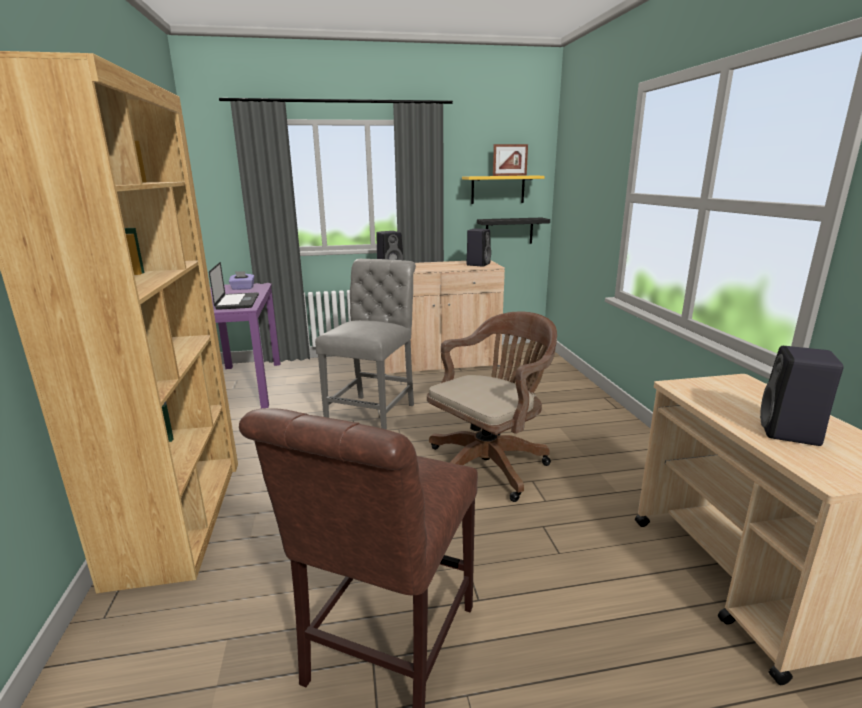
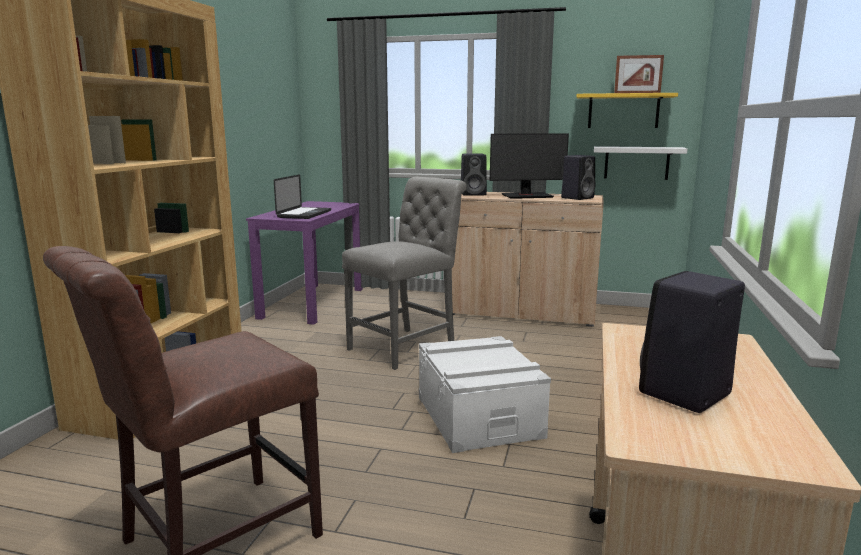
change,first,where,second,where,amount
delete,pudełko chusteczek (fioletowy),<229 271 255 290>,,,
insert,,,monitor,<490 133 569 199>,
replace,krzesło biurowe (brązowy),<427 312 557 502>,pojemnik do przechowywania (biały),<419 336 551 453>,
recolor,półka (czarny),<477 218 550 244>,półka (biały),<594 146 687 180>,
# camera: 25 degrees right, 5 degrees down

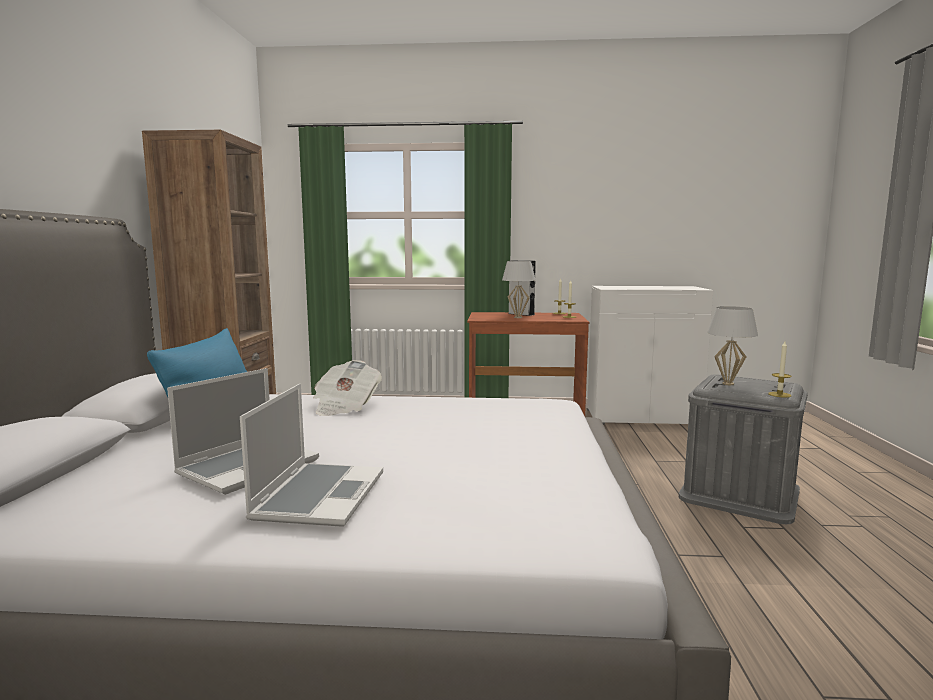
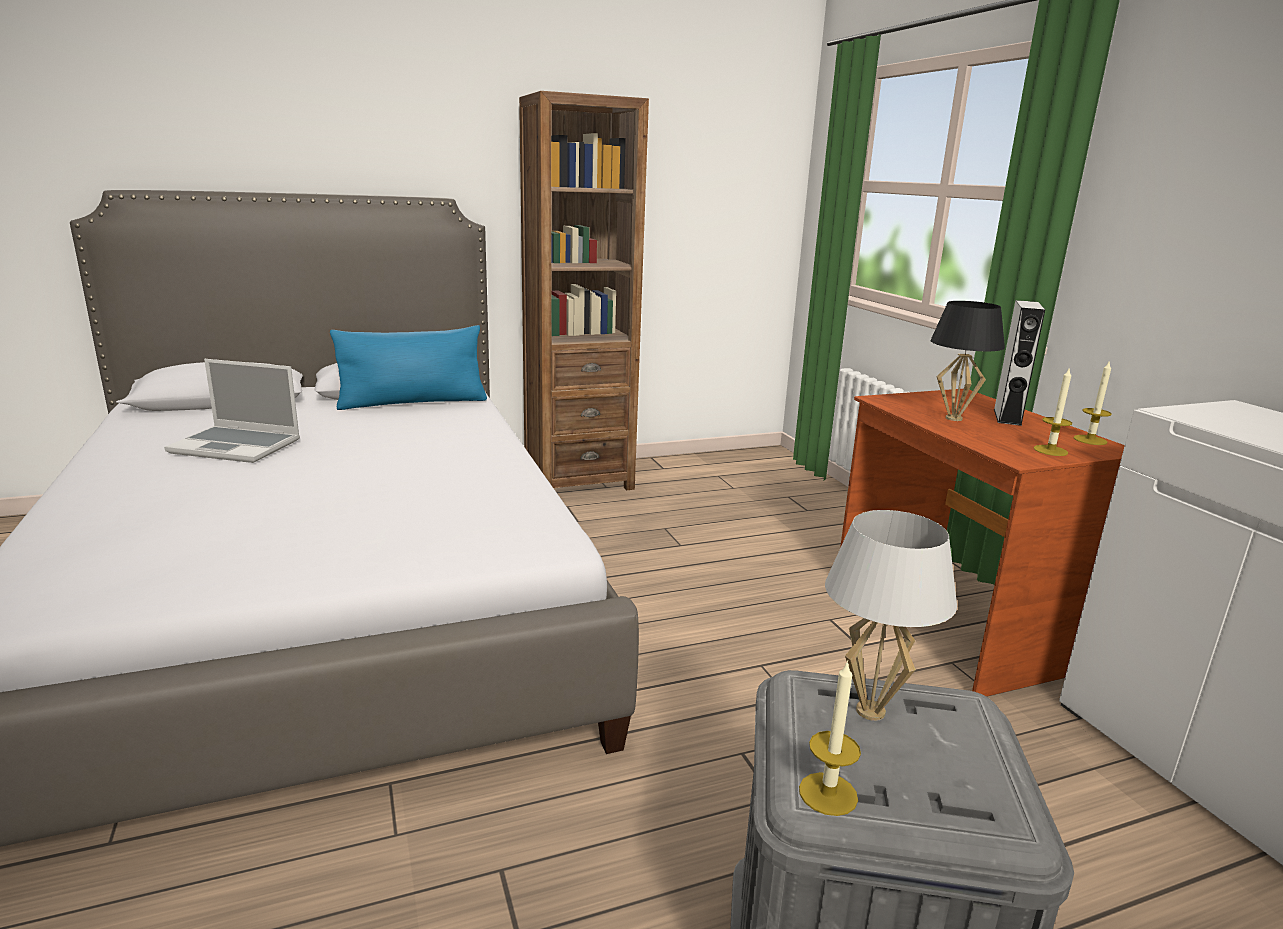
change,first,where,second,where,amount
delete,laptop,<240 384 383 527>,,,
delete,gazeta,<313 360 382 416>,,,
recolor,lampa stołowa (biały),<502 261 536 318>,lampa stołowa (czarny),<931 301 1005 421>,
# camera: 65 degrees right, 10 degrees up

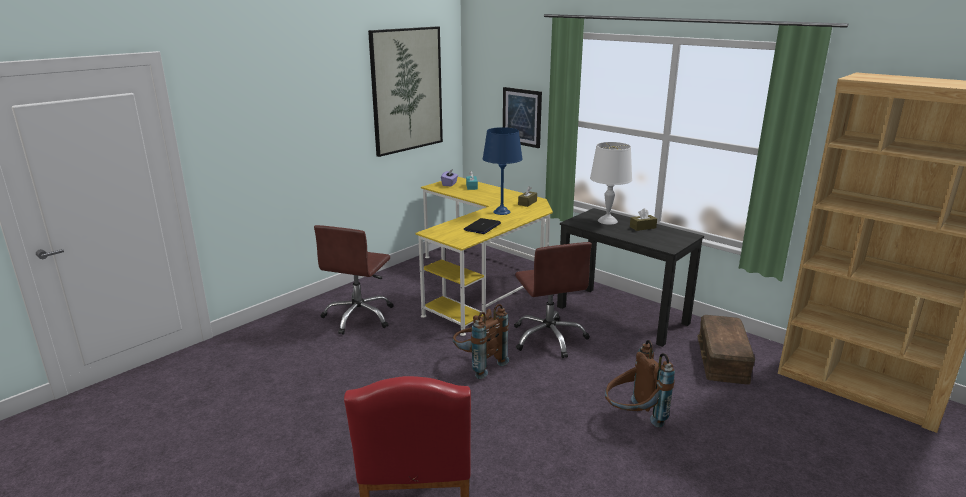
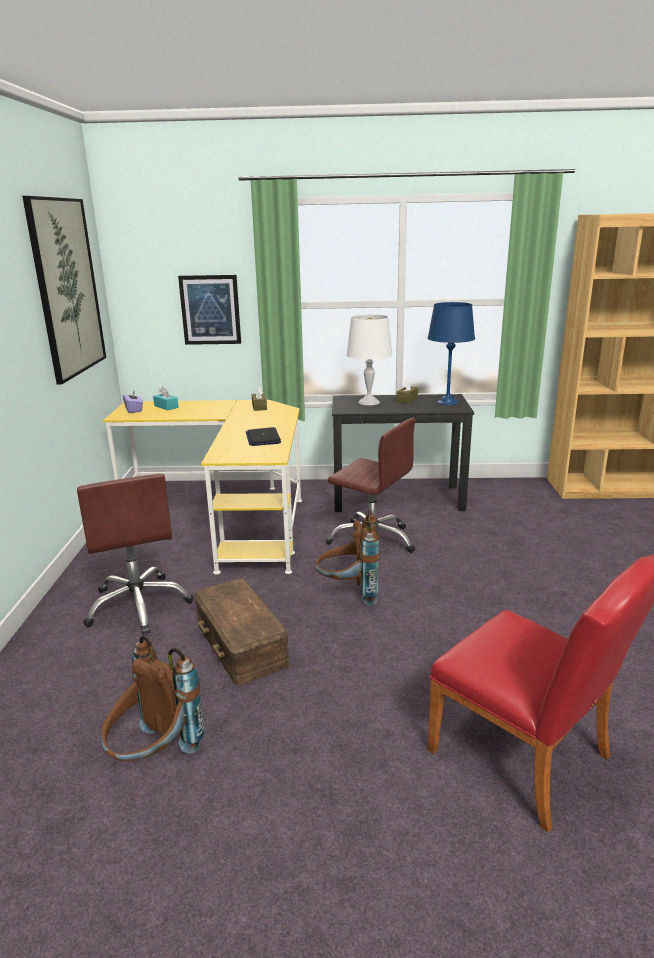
change,first,where,second,where,amount
move,lampa stołowa (niebieski),<483 127 523 215>,,<428 302 475 405>,
move,plecak (brązowy),<605 340 675 428>,,<101 636 205 761>,
move,pojemnik do przechowywania (brązowy),<697 315 755 385>,,<194 579 290 685>,
# camera: 40 degrees left, 0 degrees up

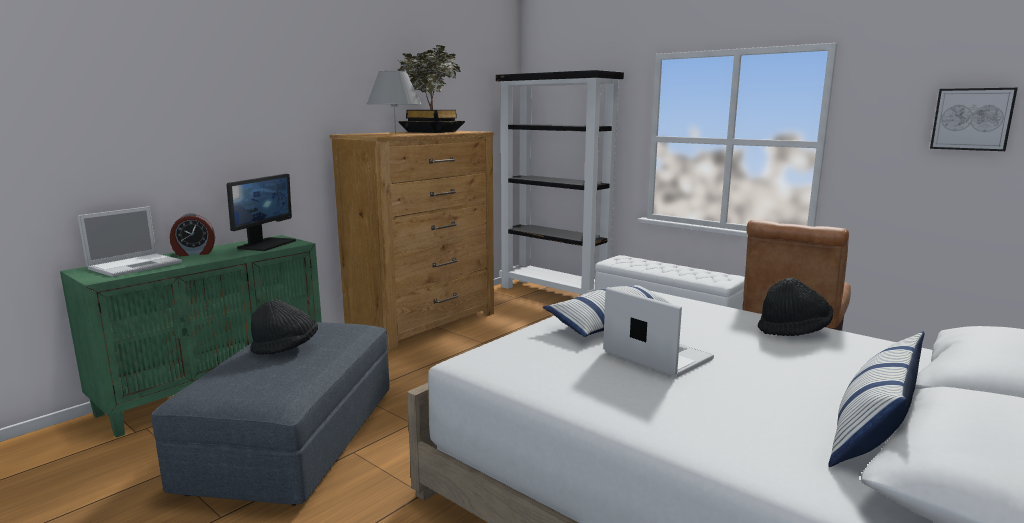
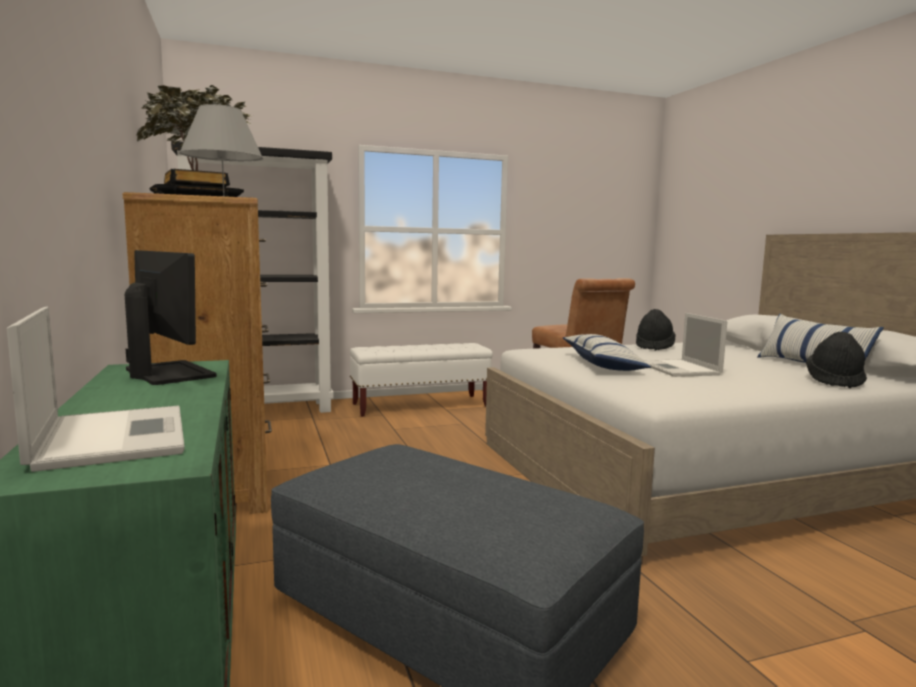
change,first,where,second,where,amount
delete,budzik,<170 213 215 256>,,,
delete,obraz,<930 88 1018 151>,,,
move,kapelusz (czarny),<250 300 318 355>,,<806 332 867 388>,
rotate,laptop,<603 287 714 378>,,<643 313 727 377>,90 degrees counterclockwise
# camera: 60 degrees left, 5 degrees down

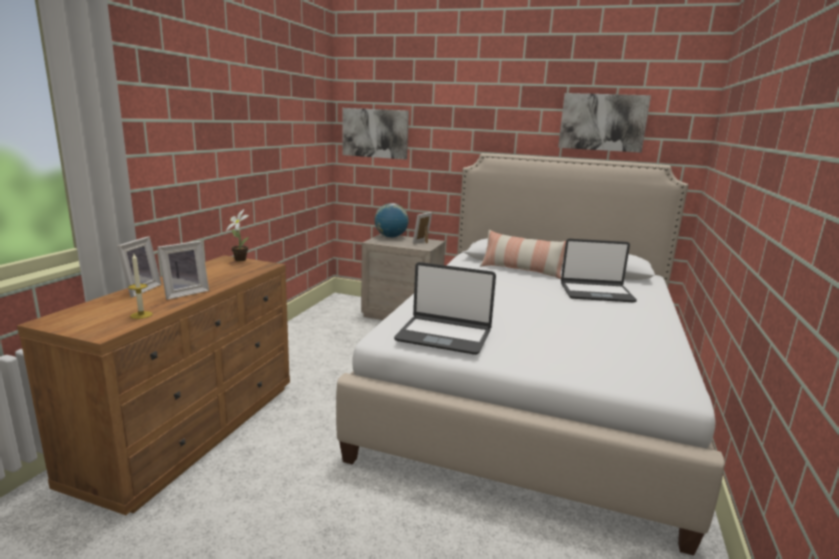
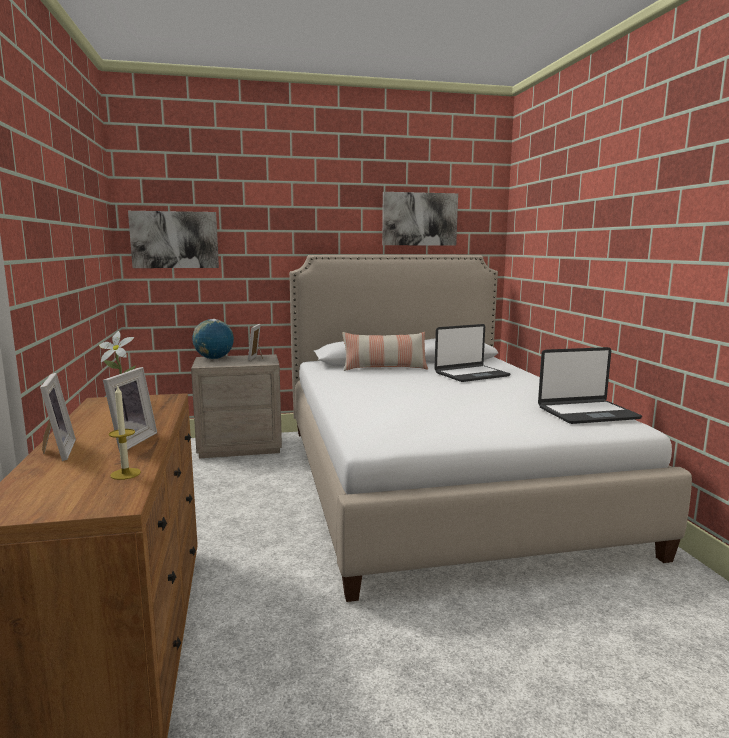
change,first,where,second,where,amount
move,laptop,<394 262 496 355>,,<538 347 642 424>,
# camera: 30 degrees left, 5 degrees down

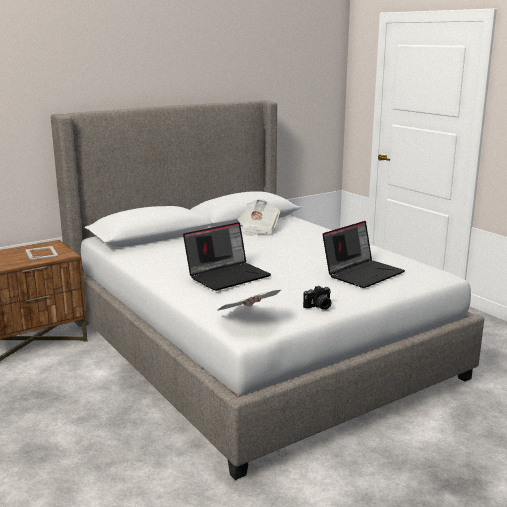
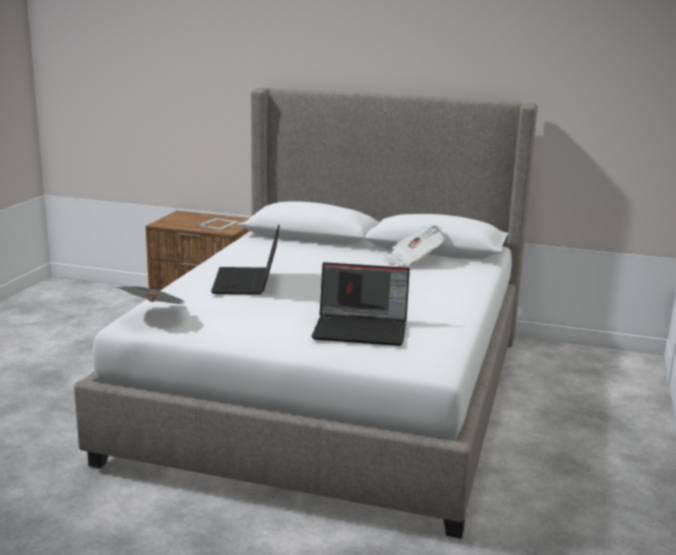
change,first,where,second,where,amount
delete,aparat fotograficzny,<303 285 331 310>,,,
rotate,laptop,<183 222 271 291>,,<211 224 280 295>,75 degrees clockwise
# camera: 50 degrees right, 0 degrees up

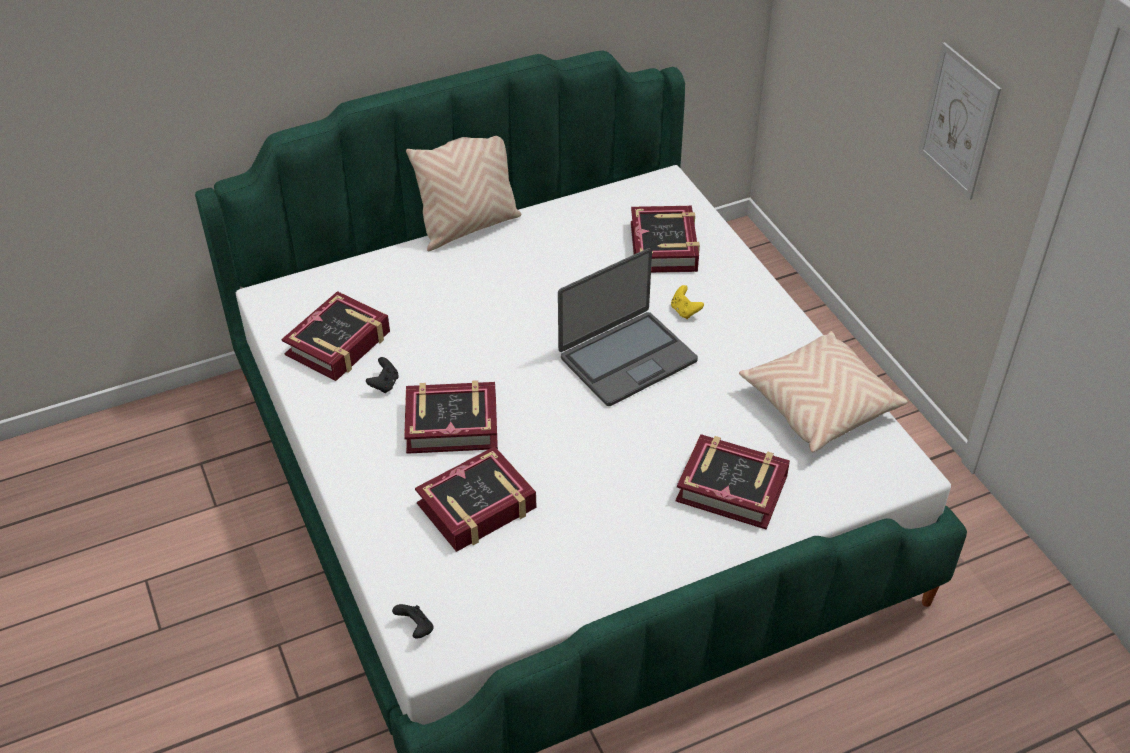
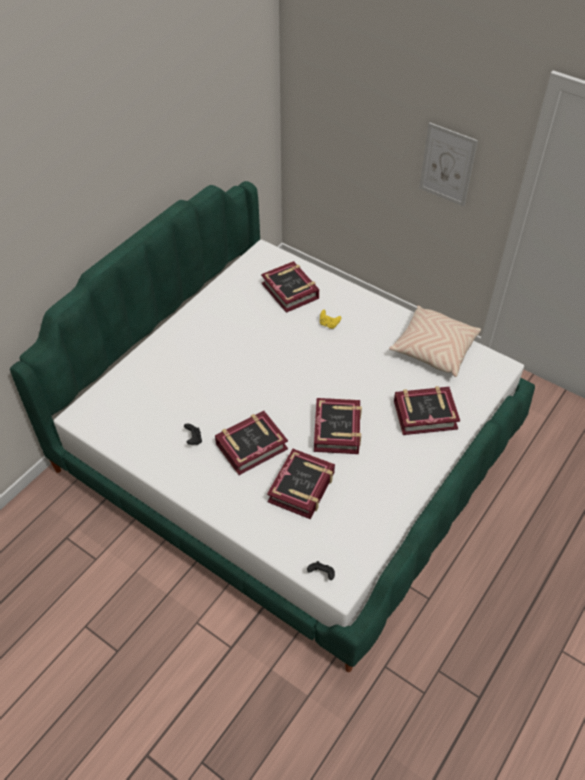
change,first,where,second,where,amount
delete,poduszka (beżowy),<406 136 521 251>,,,
delete,laptop,<558 248 698 406>,,,
move,książka,<282 291 390 381>,,<314 398 362 454>,
# camera: 30 degrees left, 5 degrees up

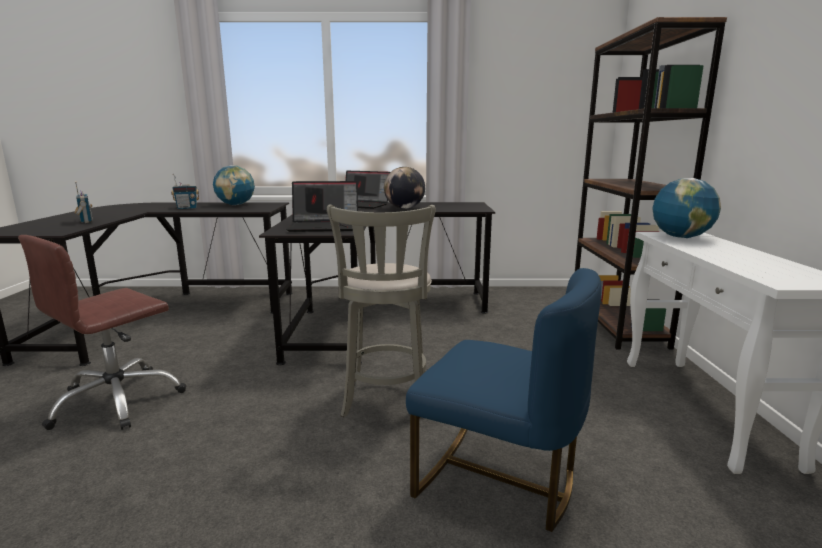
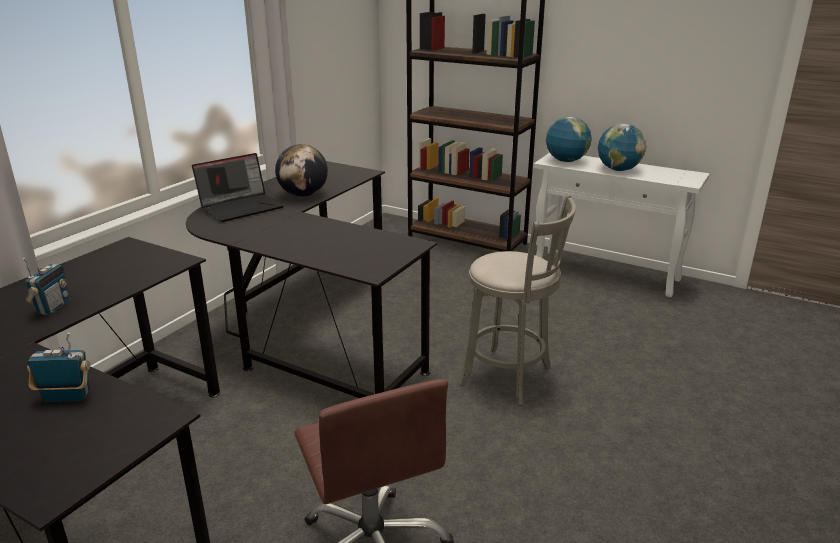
change,first,where,second,where,amount
delete,laptop,<286 181 358 232>,,,
delete,krzesło (niebieski),<406 268 602 532>,,,
move,globus,<213 165 255 205>,,<598 123 646 171>,
# camera: 60 degrees left, 10 degrees up

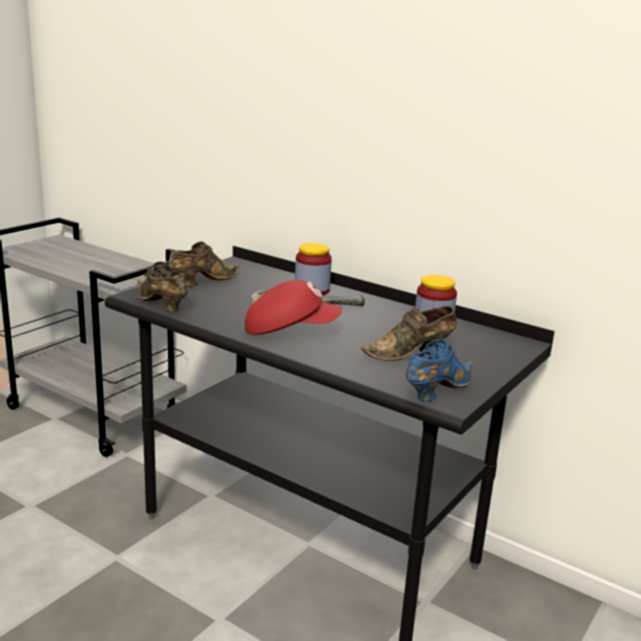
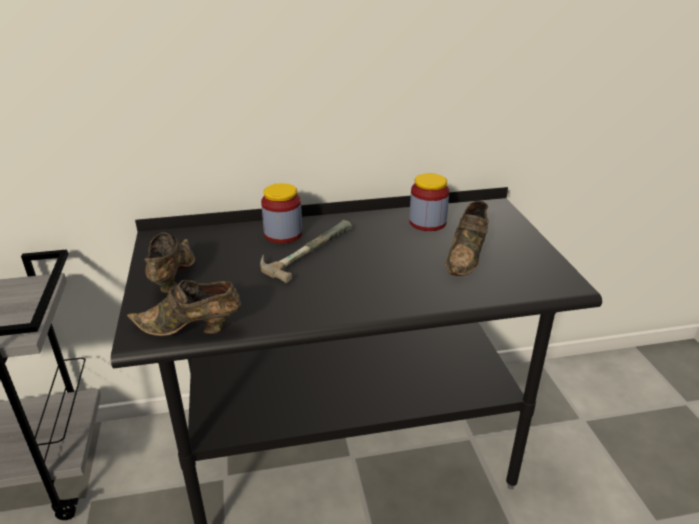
change,first,where,second,where,amount
delete,czapka z daszkiem (czerwony),<245 280 342 335>,,,
delete,but (niebieski),<405 339 474 402>,,,
# camera: 45 degrees left, 10 degrees up

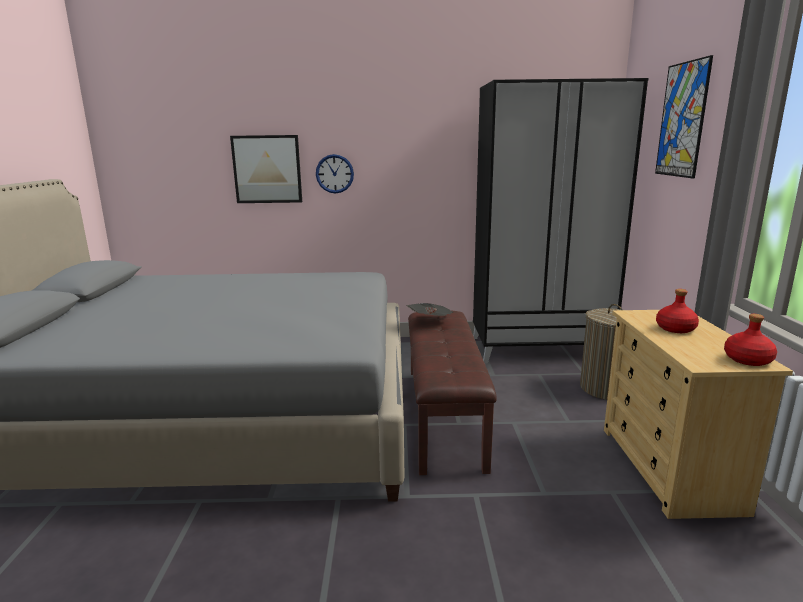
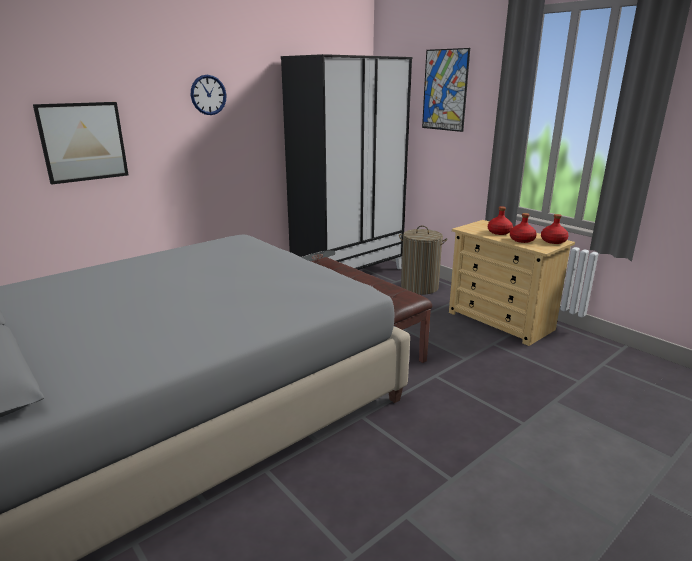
change,first,where,second,where,amount
insert,,,butelka (czerwony),<510 213 537 243>,
move,zegar ścienny,<316 154 354 193>,,<191 75 226 115>,
# camera: 40 degrees left, 5 degrees up

